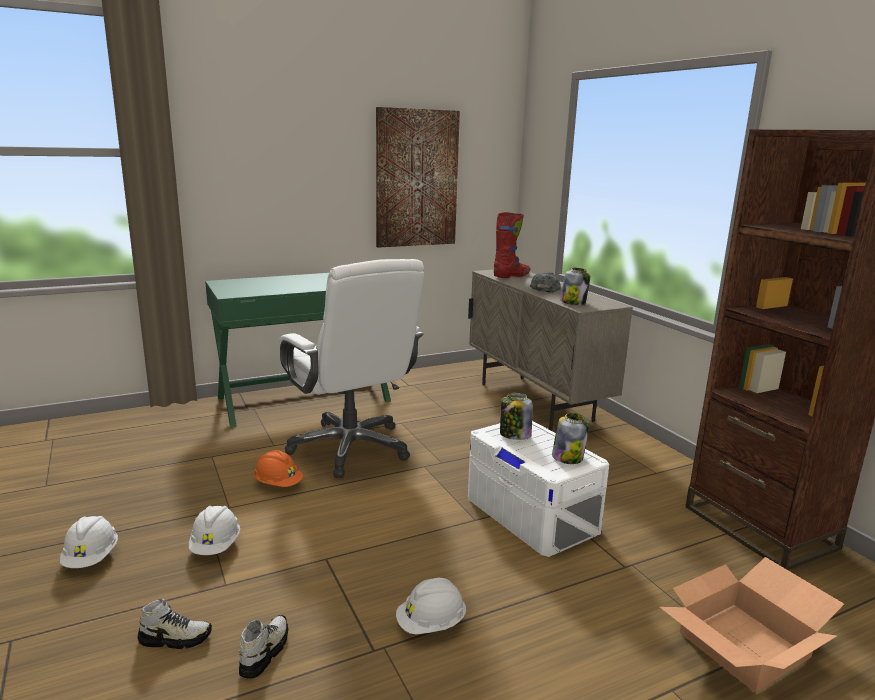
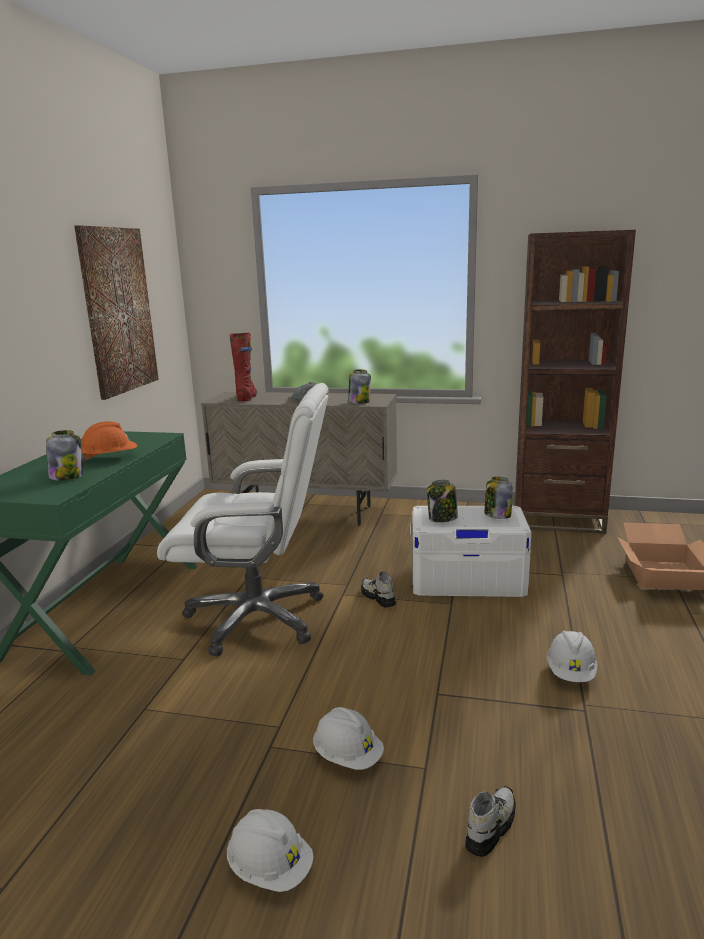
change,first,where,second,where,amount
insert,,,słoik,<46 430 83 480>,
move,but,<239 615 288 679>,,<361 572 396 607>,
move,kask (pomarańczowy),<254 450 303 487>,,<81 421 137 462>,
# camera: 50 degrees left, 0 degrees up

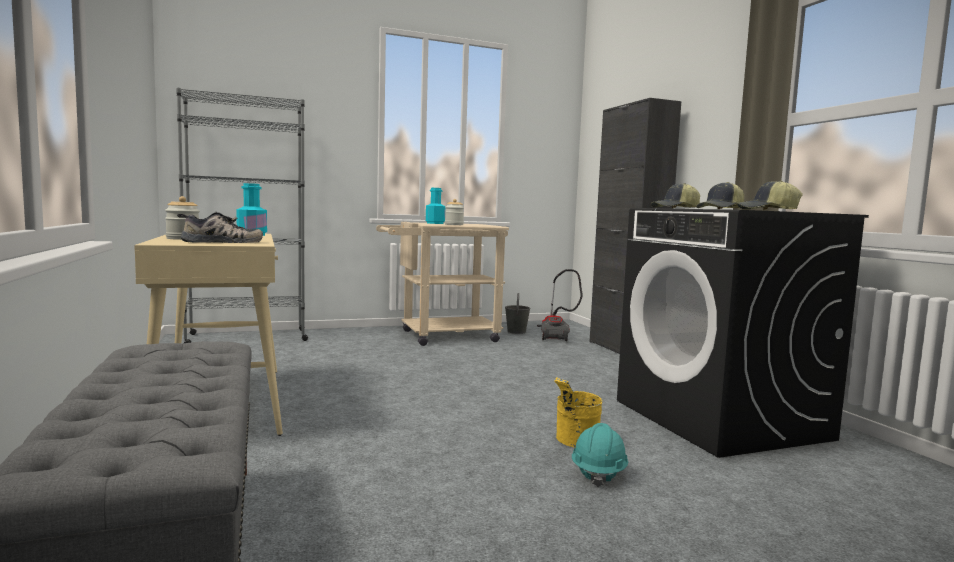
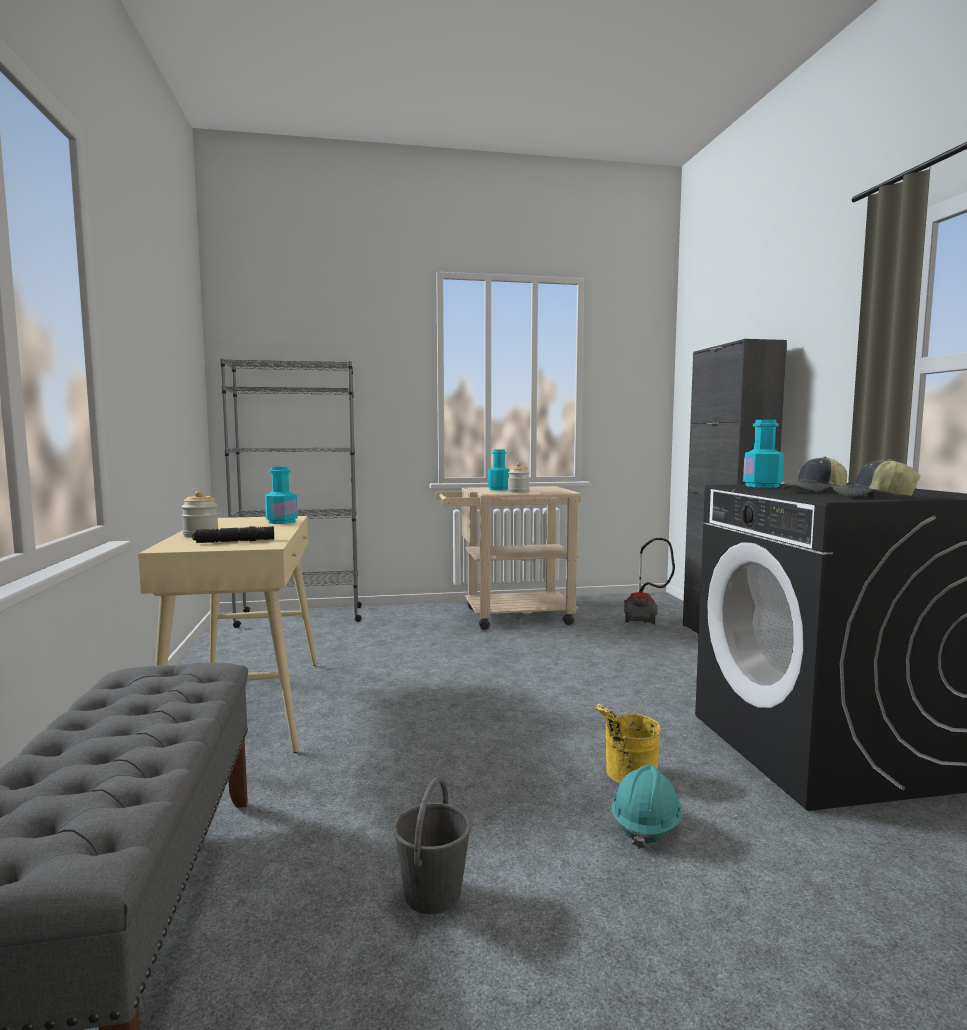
change,first,where,second,where,amount
move,wiadro (szary),<505 293 531 334>,,<393 777 471 915>,
replace,but,<177 212 263 243>,latarka (czarny),<192 526 274 543>,
replace,czapka z daszkiem,<651 183 700 208>,butelka (turkusowy),<743 420 784 488>,
# camera: 10 degrees right, 0 degrees up

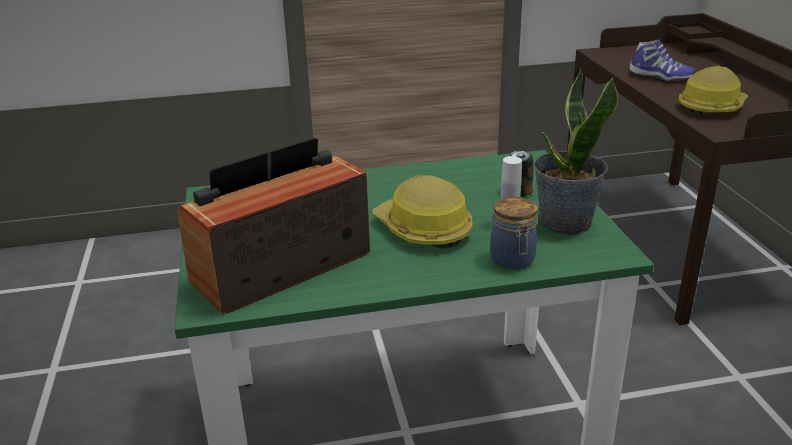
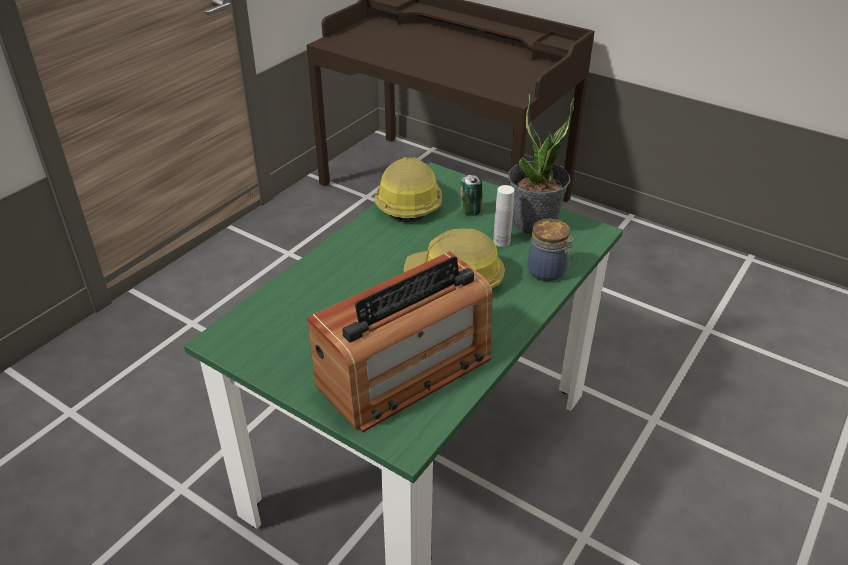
change,first,where,second,where,amount
delete,but,<628 39 696 84>,,,
move,kask,<678 66 748 117>,,<374 157 442 222>,
rotate,radio,<177 138 370 314>,,<307 251 493 433>,135 degrees counterclockwise
# camera: 45 degrees left, 10 degrees up

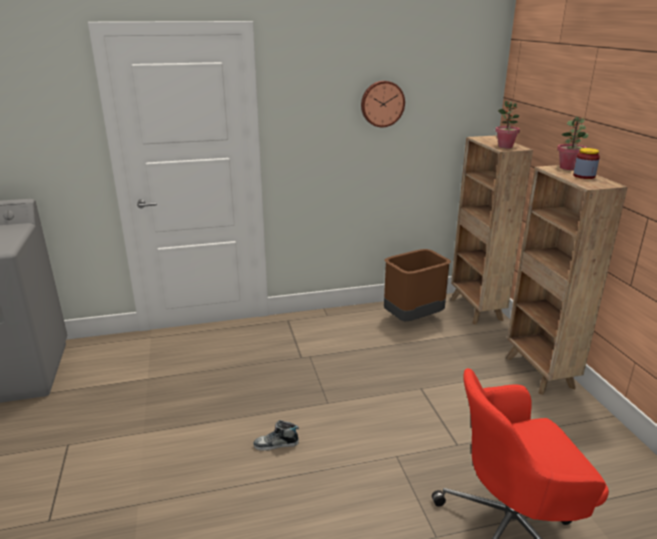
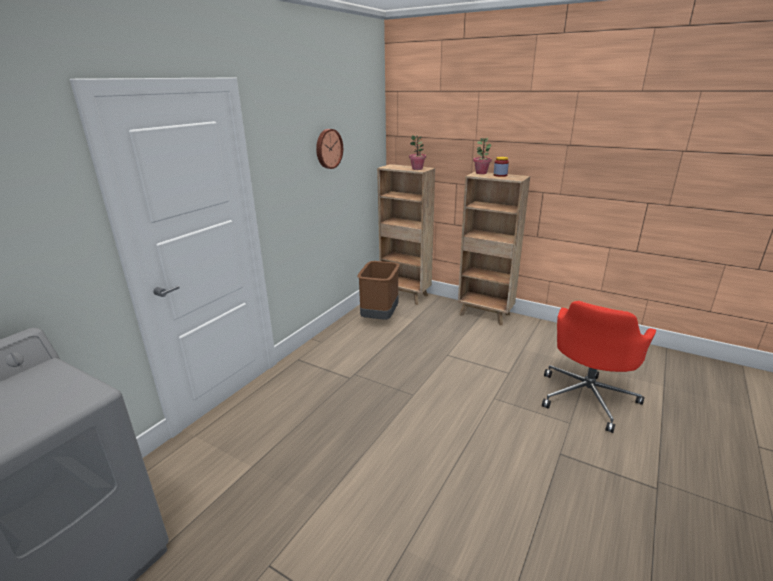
change,first,where,second,where,amount
delete,but,<253 420 299 450>,,,
# camera: 45 degrees left, 0 degrees up

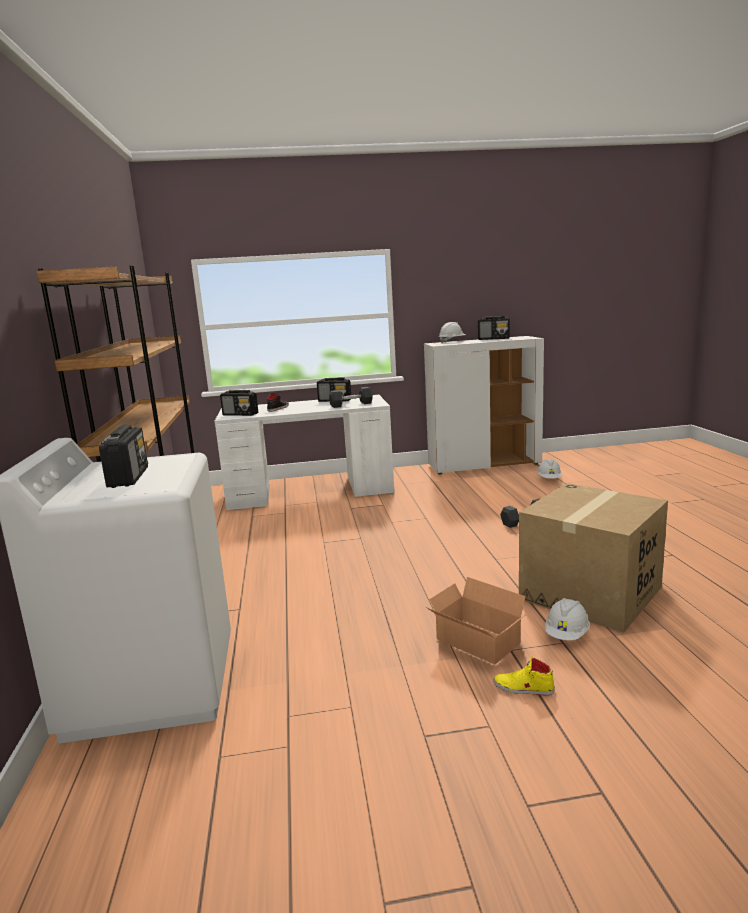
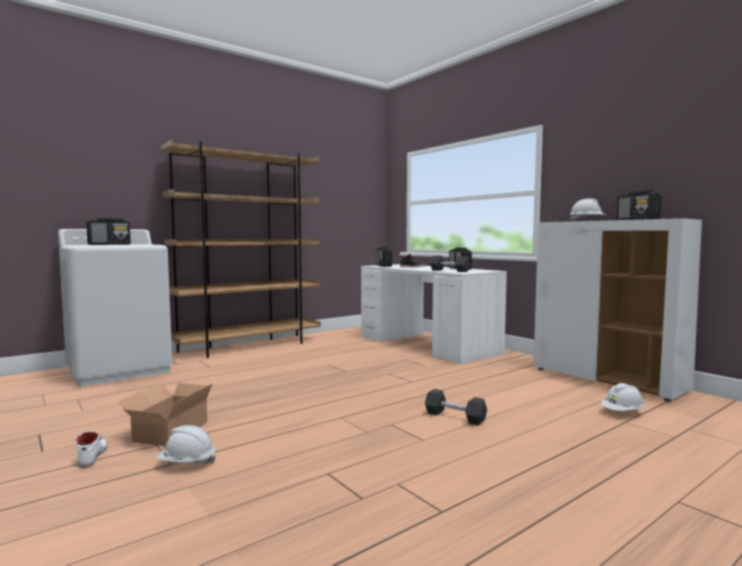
change,first,where,second,where,amount
delete,karton,<519 483 668 633>,,,
recolor,but (żółty),<493 656 555 695>,but (biały),<76 431 107 468>,
# camera: 60 degrees right, 10 degrees down

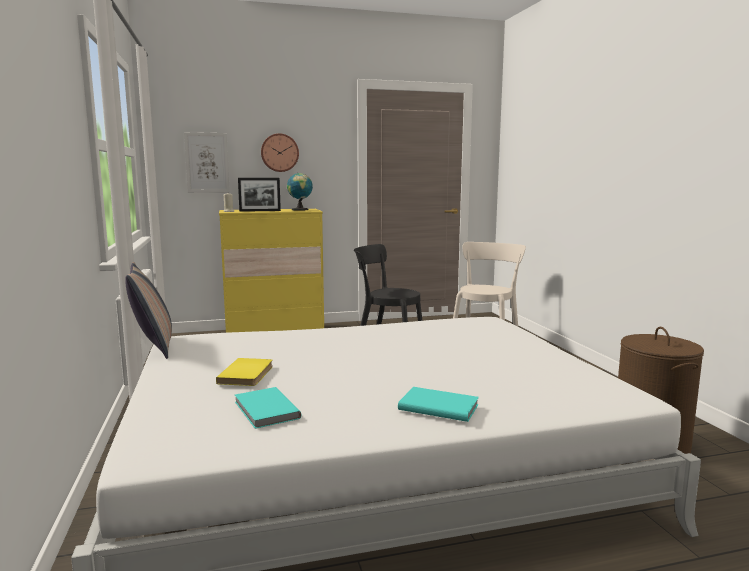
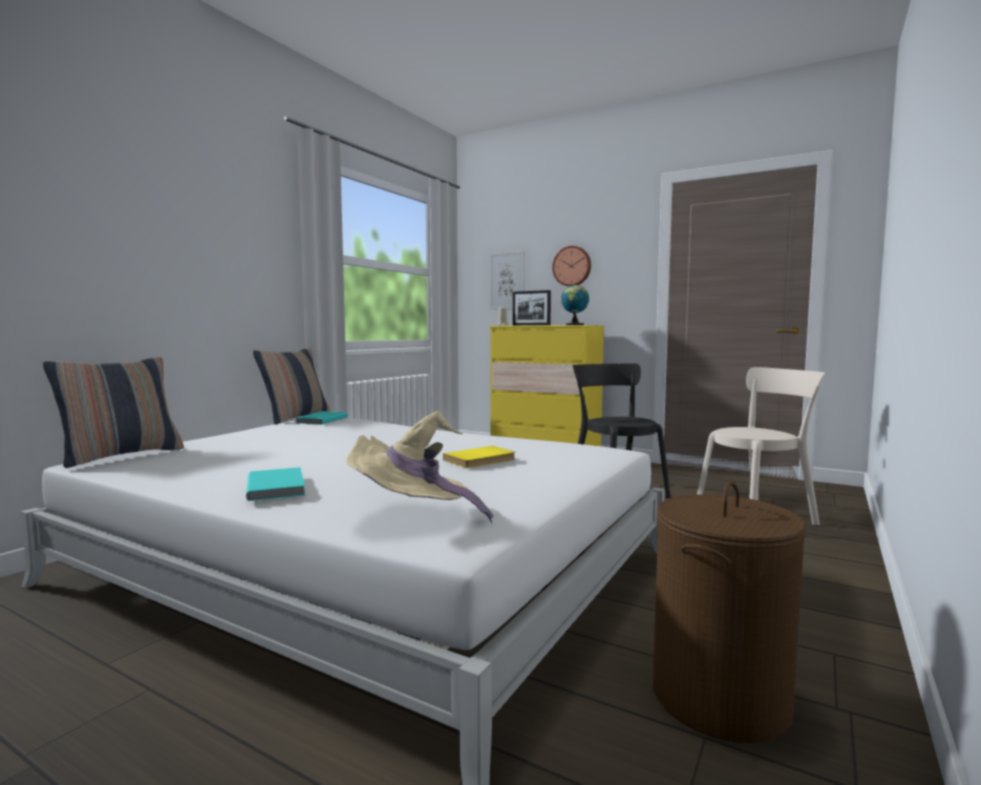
change,first,where,second,where,amount
insert,,,poduszka,<43 357 184 468>,
insert,,,kapelusz (beżowy),<346 411 494 524>,
move,książka (żółty),<216 358 273 386>,,<443 446 515 468>,
move,książka (turkusowy),<235 387 301 429>,,<295 411 348 425>,
# camera: 45 degrees right, 5 degrees down

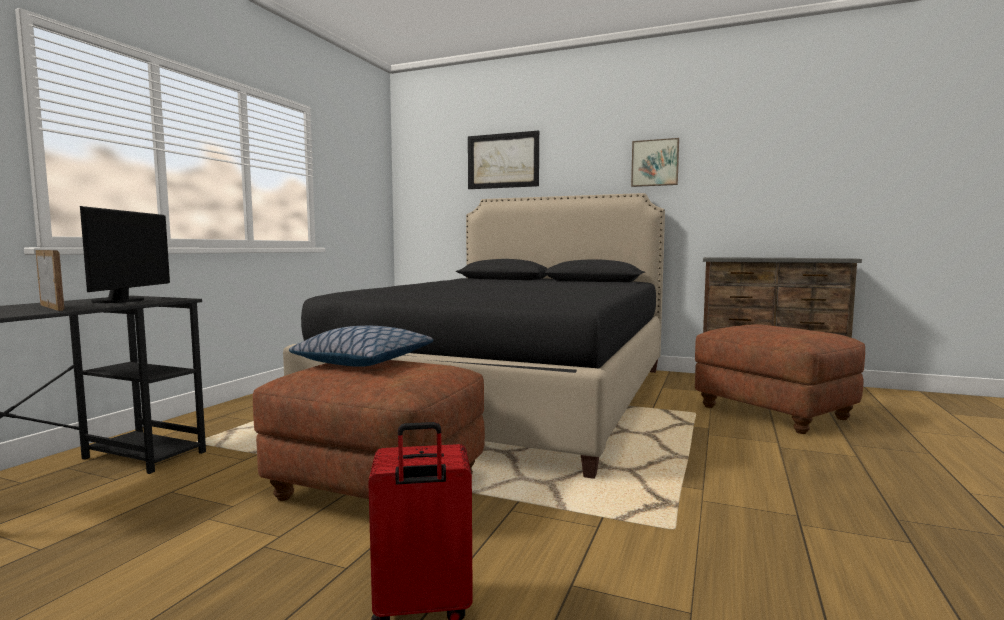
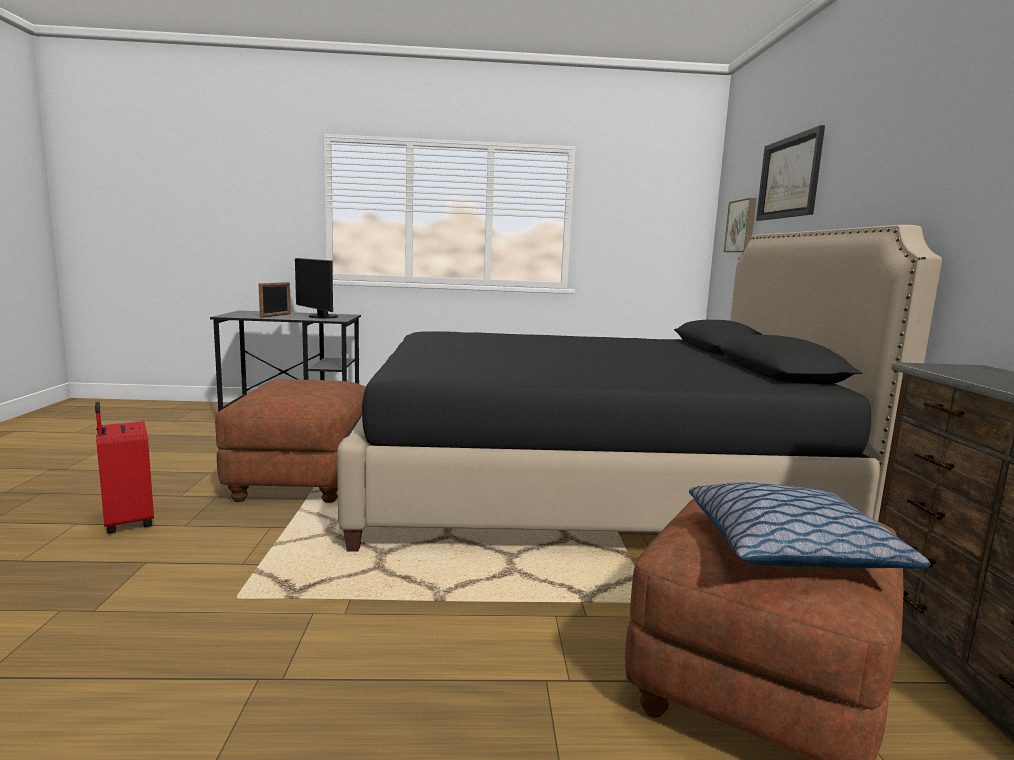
change,first,where,second,where,amount
move,poduszka,<289 326 433 367>,,<689 482 930 569>,
move,obraz,<631 138 679 187>,,<724 198 756 252>,
rotate,monitor,<80 206 170 303>,,<295 258 338 319>,75 degrees clockwise
# camera: 65 degrees right, 5 degrees up

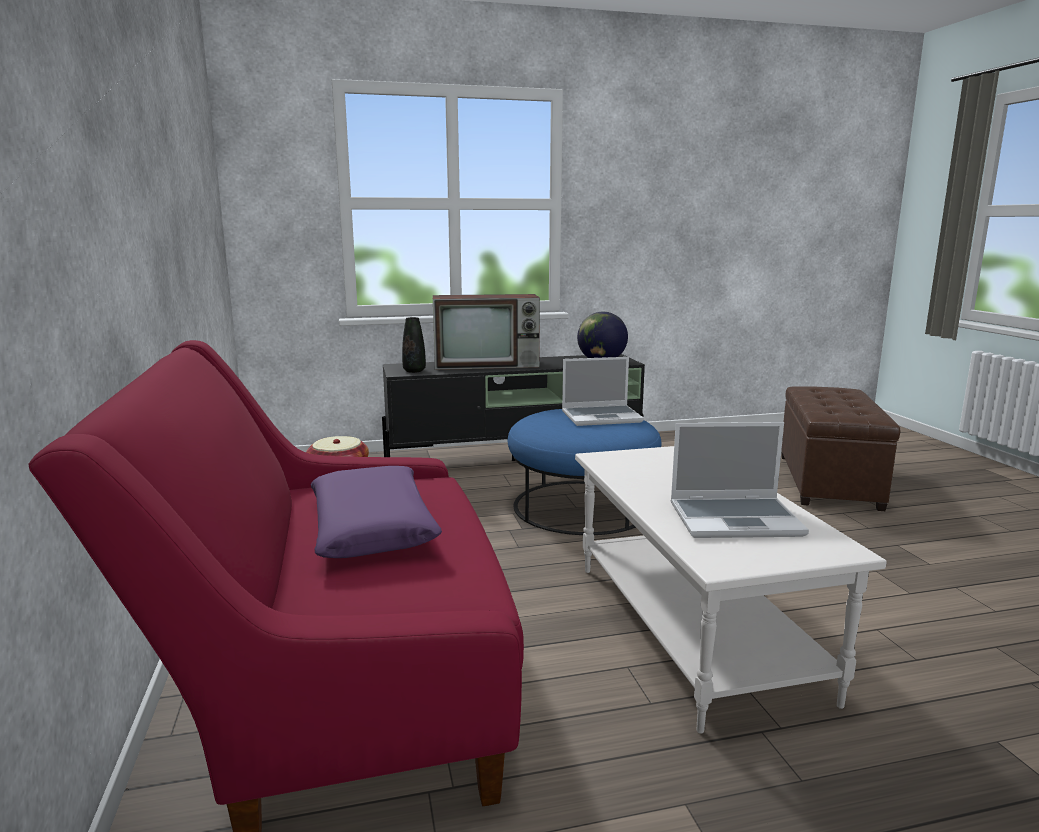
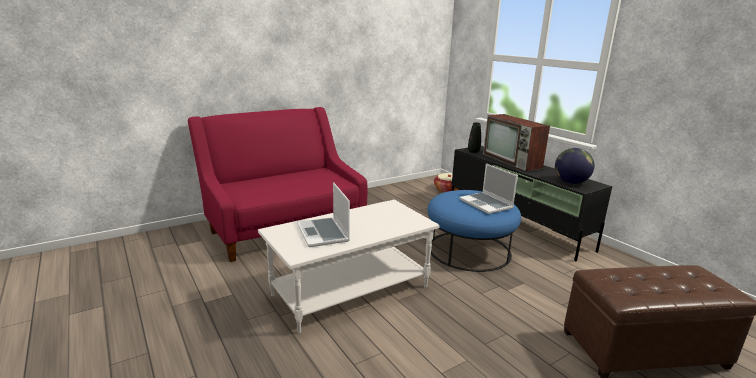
change,first,where,second,where,amount
delete,poduszka (fioletowy),<311 466 442 558>,,,
# camera: 70 degrees right, 5 degrees up

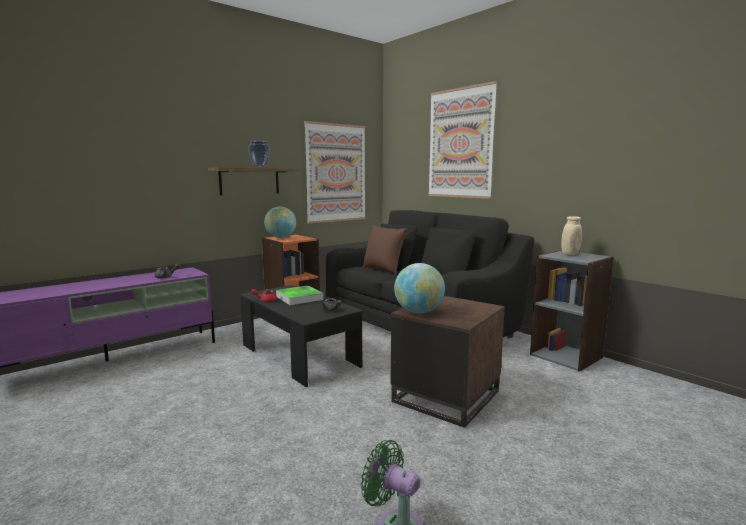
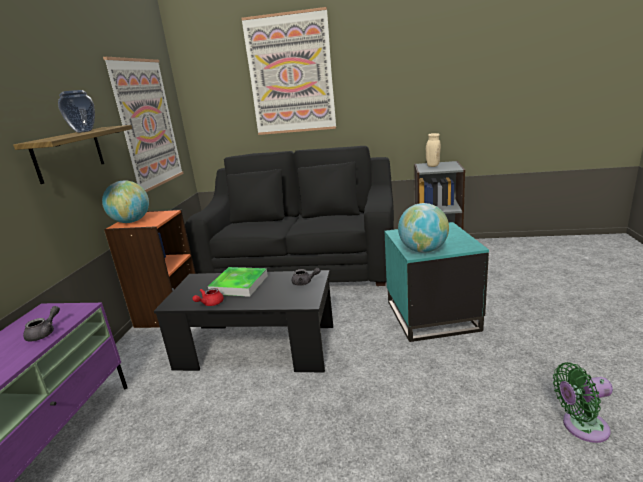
change,first,where,second,where,amount
delete,poduszka (brązowy),<363 225 407 274>,,,
recolor,stolik (brązowy),<391 296 505 428>,stolik (turkusowy),<384 222 489 342>,
# camera: 40 degrees left, 10 degrees up

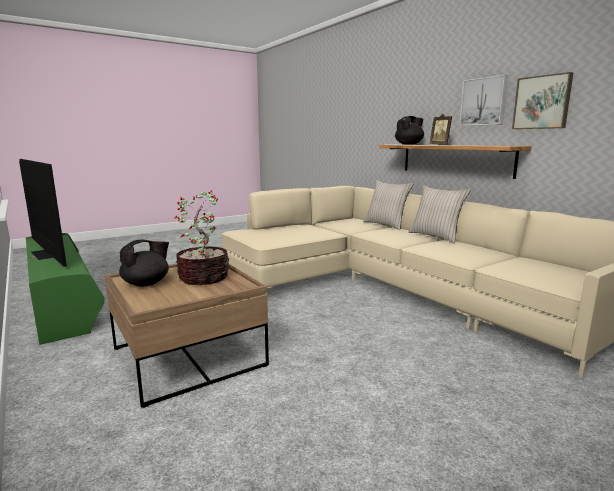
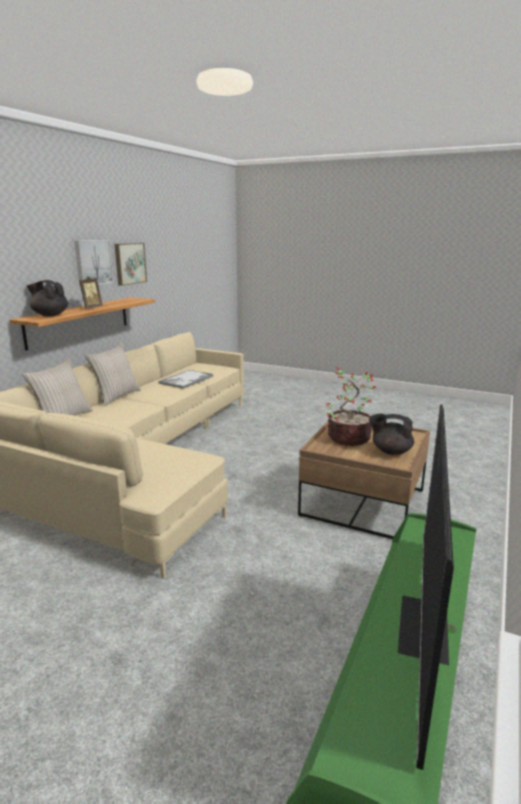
change,first,where,second,where,amount
insert,,,taca,<159 370 213 389>,
# camera: 120 degrees left, 5 degrees up

